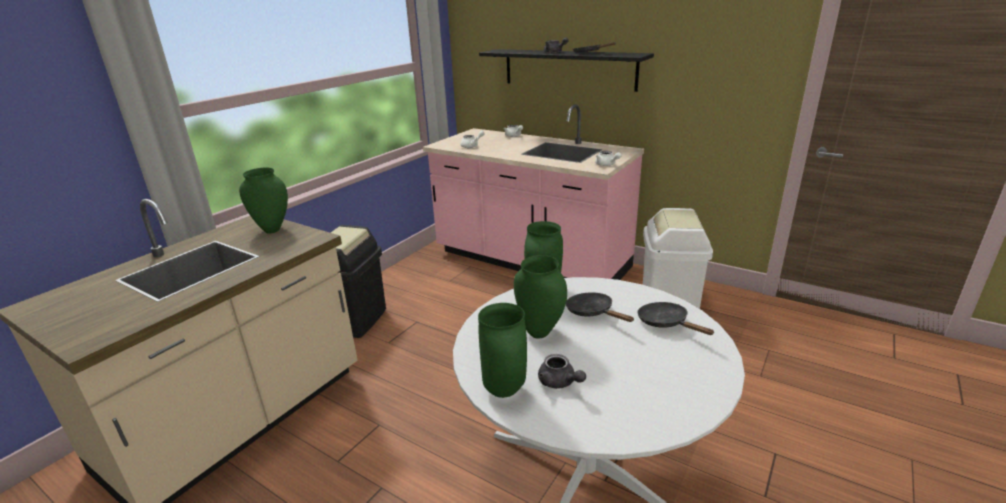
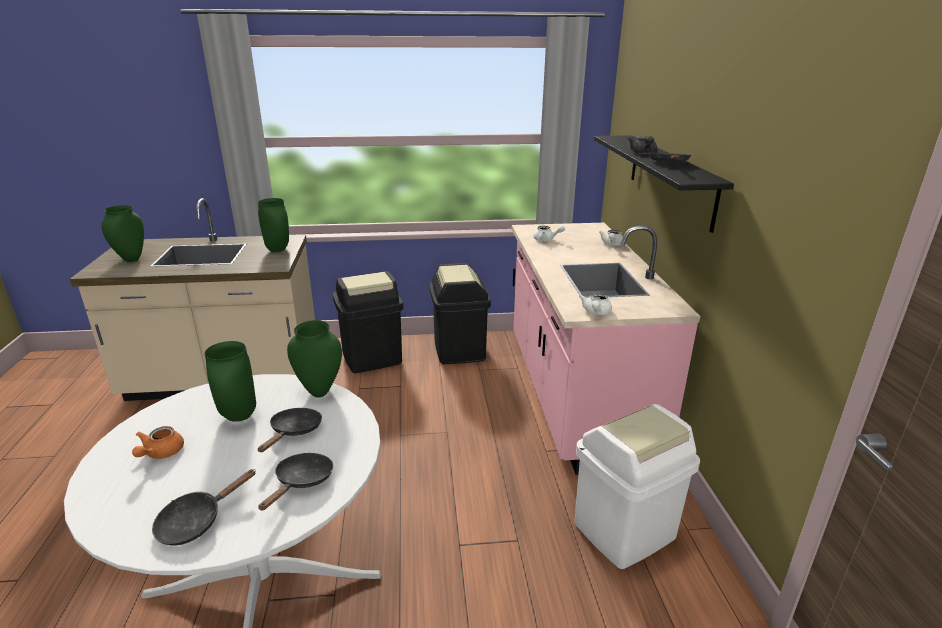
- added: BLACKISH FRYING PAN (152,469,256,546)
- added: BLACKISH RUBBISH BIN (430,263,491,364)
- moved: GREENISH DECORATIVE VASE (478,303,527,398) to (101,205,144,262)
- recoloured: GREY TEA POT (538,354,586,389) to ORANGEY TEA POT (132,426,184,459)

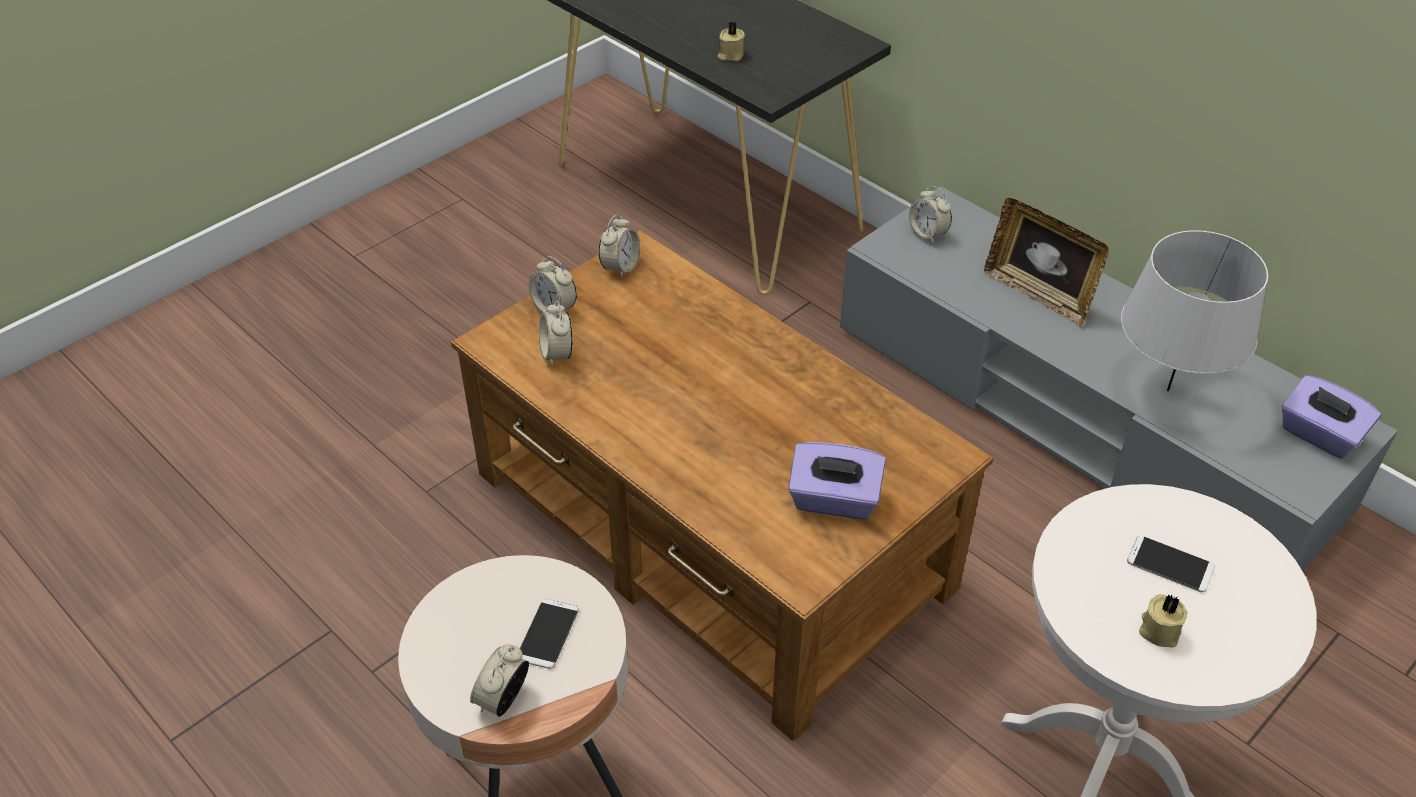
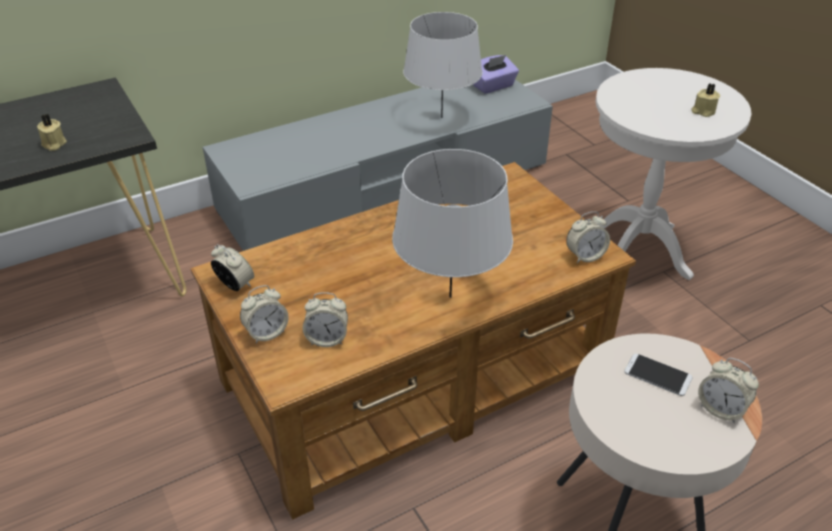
- removed: PURPLISH BOX OF TISSUES (788,442,886,519)
- removed: STANDING FRAME (984,198,1109,327)
- removed: HANDSET (1127,536,1215,592)
- added: GREY LAMP FOR A TABLE (392,149,513,298)
- moved: ALARM CLOCK (909,186,952,244) to (566,211,610,263)

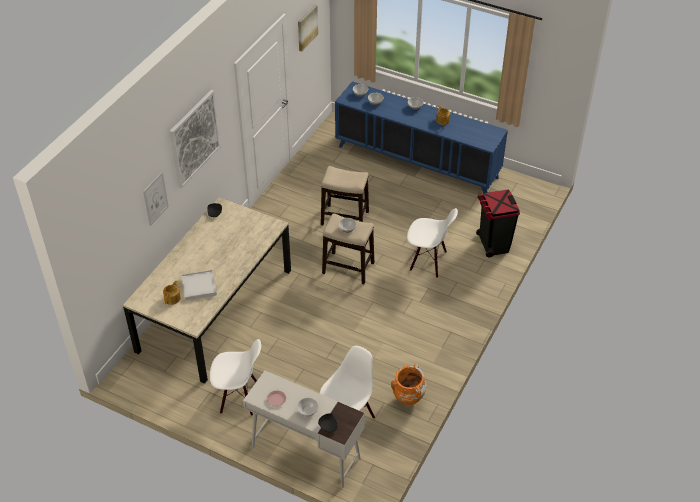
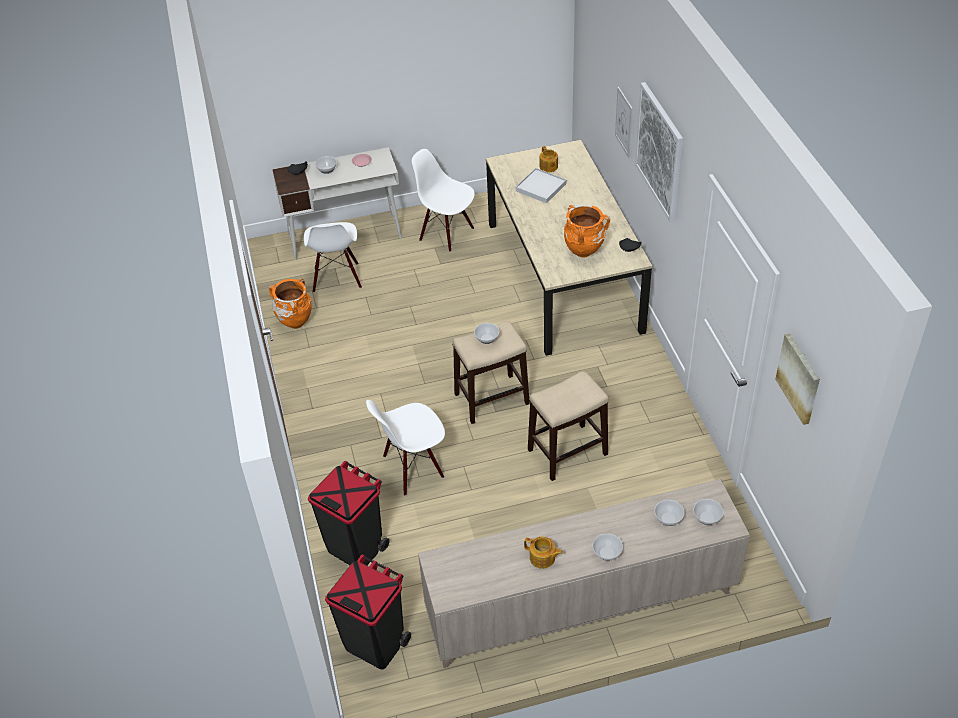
- added: BLACKISH RUBBISH BIN (325,554,411,669)
- added: ORANGEY DECORATIVE VASE (564,204,610,257)
- recoloured: BLUISH CABINET (335,81,508,194) to SAND-COLOURED CABINET (418,479,750,668)
- turned: WHITISH CHAIR (210,339,261,416) = (412,149,475,252) 75 degrees clockwise

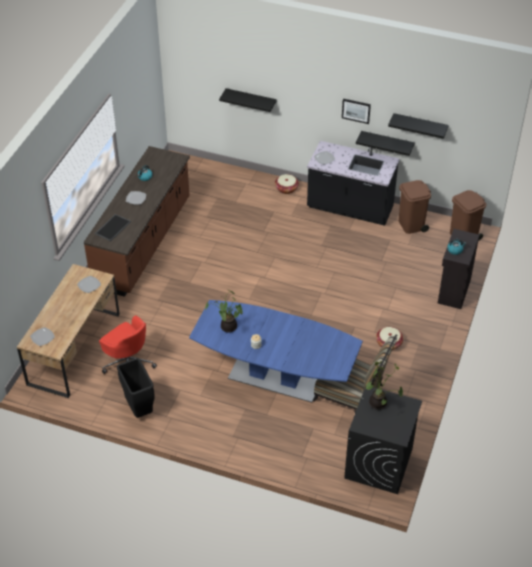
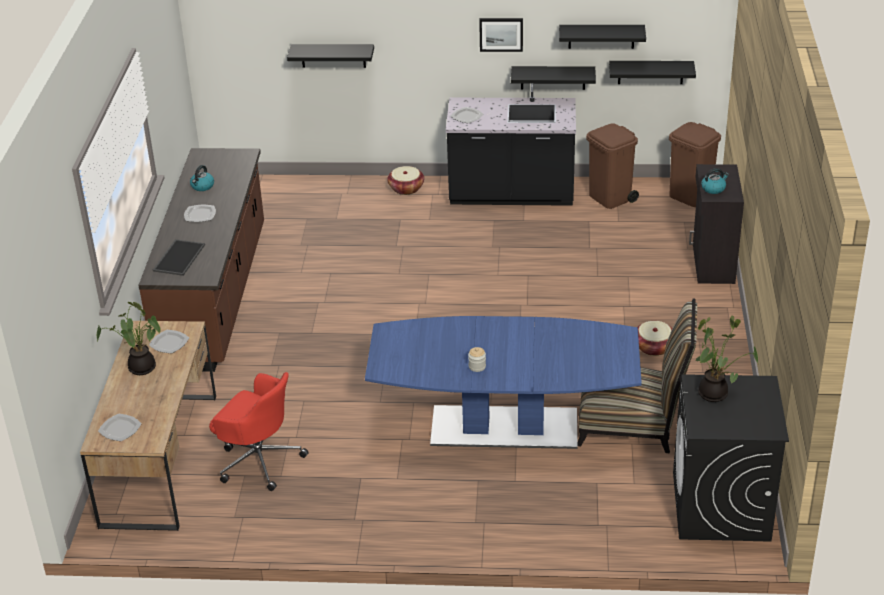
- removed: BLACKISH RUBBISH BIN (117,358,155,418)
- added: BLACKISH SHELF (609,61,696,84)
- moved: POTTED PLANT (205,289,243,332) to (97,302,161,375)

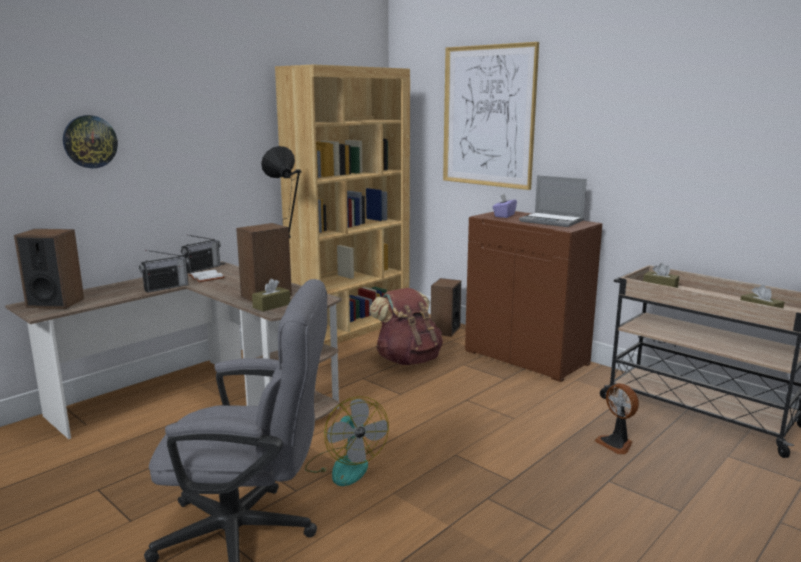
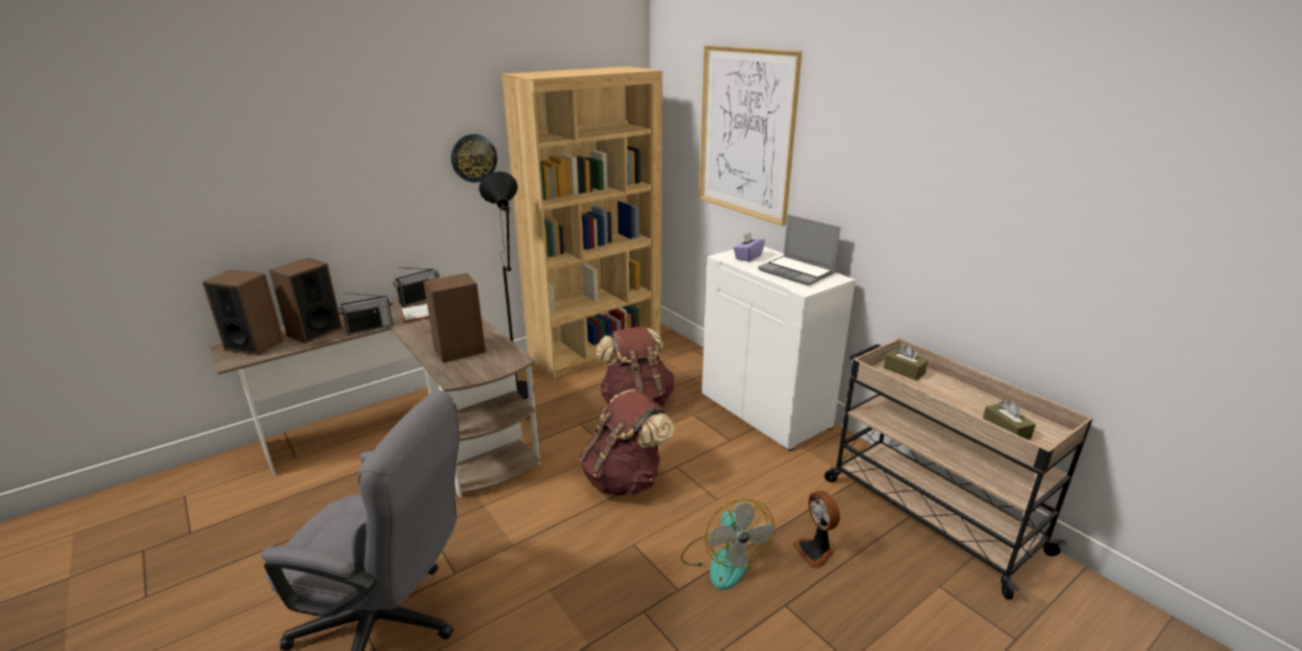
- removed: BROWN-COLOURED BOX OF TISSUES (252,279,290,312)
- added: BROWN-COLOURED RUCKSACK (579,389,674,496)
- moved: CLOCK ON THE WALL (63,115,118,168) to (451,134,497,183)
- moved: FAN (305,396,389,486) to (681,499,775,590)
- moved: AUDIO SPEAKER (431,278,461,337) to (269,258,342,344)
- recoloured: BROWN-COLOURED CABINET (465,211,603,382) to WHITISH CABINET (702,246,855,451)

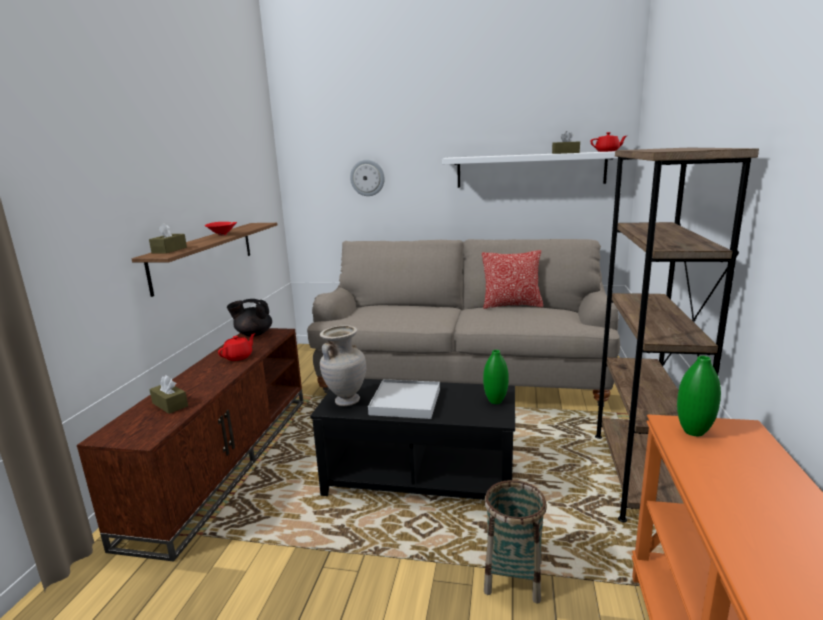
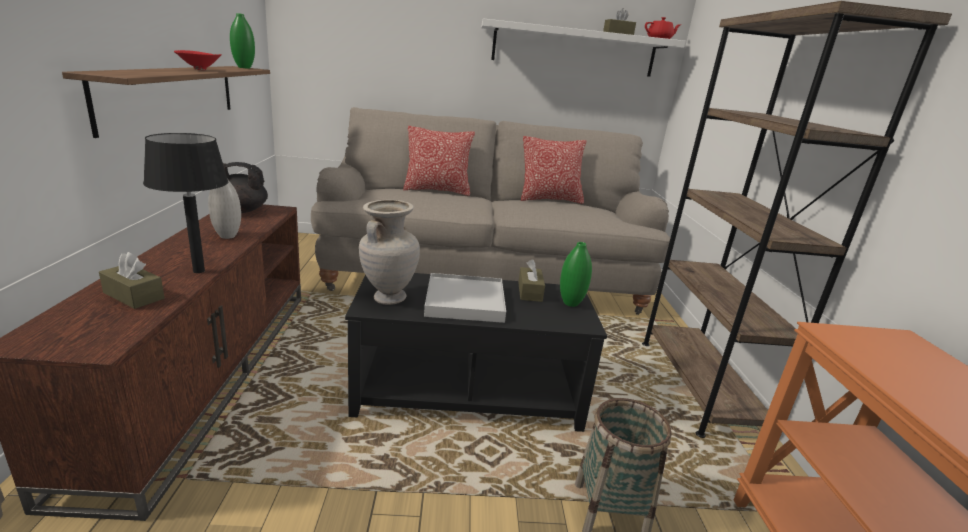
- removed: CLOCK ON THE WALL (350,160,385,196)
- added: BLACKISH LAMP FOR A TABLE (143,133,228,273)
- added: PILLOW (403,126,475,196)
- moved: BROWN-COLOURED BOX OF TISSUES (149,223,187,254) to (518,259,545,302)
- moved: GREENISH DECORATIVE VASE (677,356,721,436) to (230,13,255,69)
- replaced: RED-COLOURED TEA POT (218,333,255,361) to WHITISH DECORATIVE VASE (208,180,241,239)

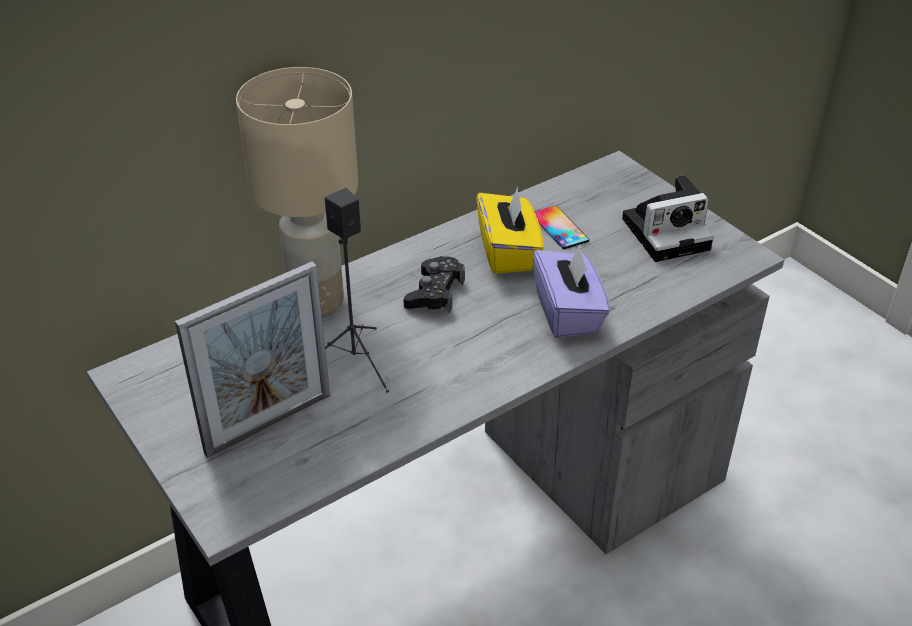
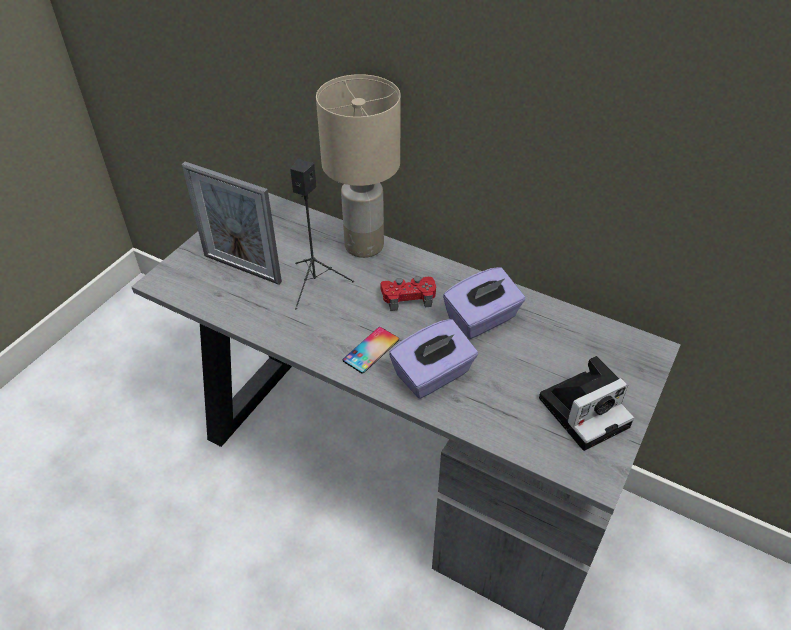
- moved: HANDSET (535,206,589,249) to (343,327,399,374)
- recoloured: BLACKISH JOYPAD (403,256,465,313) to RED-COLOURED JOYPAD (380,276,436,311)
- recoloured: YELLOW-COLOURED BOX OF TISSUES (476,187,543,274) to PURPLISH BOX OF TISSUES (443,267,525,339)
- turned: STILL CAMERA (622,175,714,262) = (539,356,634,451) 75 degrees counterclockwise

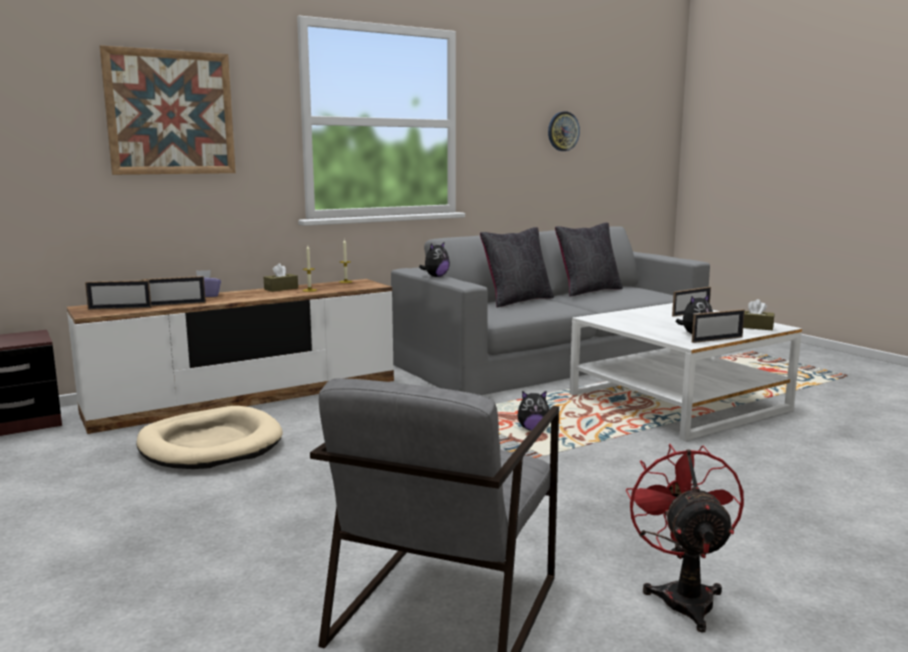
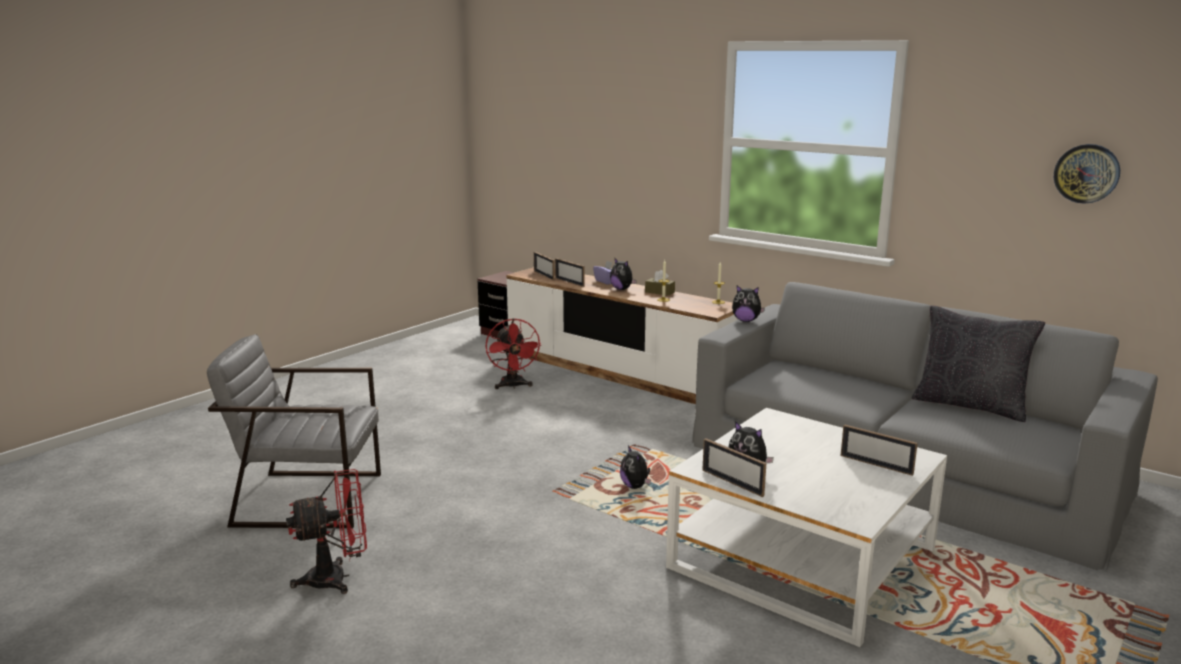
- removed: WALL ART (100,45,236,175)
- removed: BLACKISH PILLOW (480,227,554,307)
- removed: BROWN-COLOURED BOX OF TISSUES (743,299,774,330)
- added: CUDDLY TOY (610,258,637,290)
- replaced: SAND-COLOURED DOG BED (136,406,283,469) to RED-COLOURED FAN (486,318,541,389)

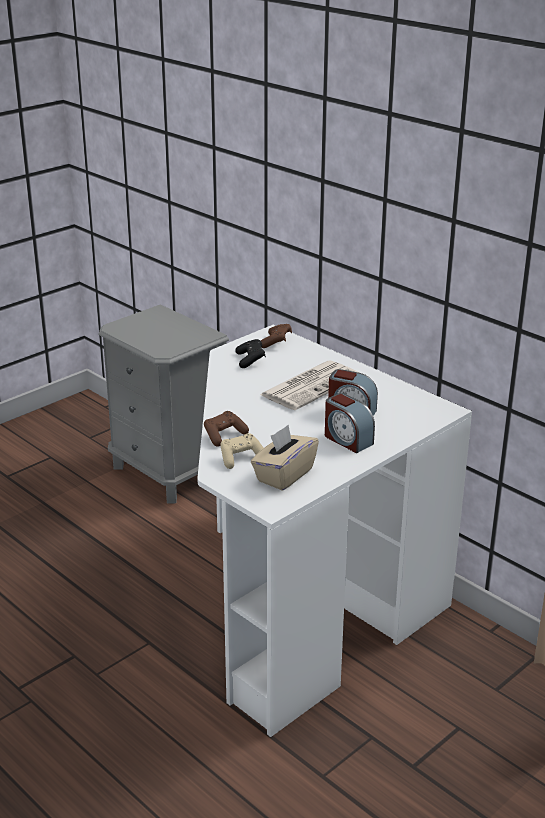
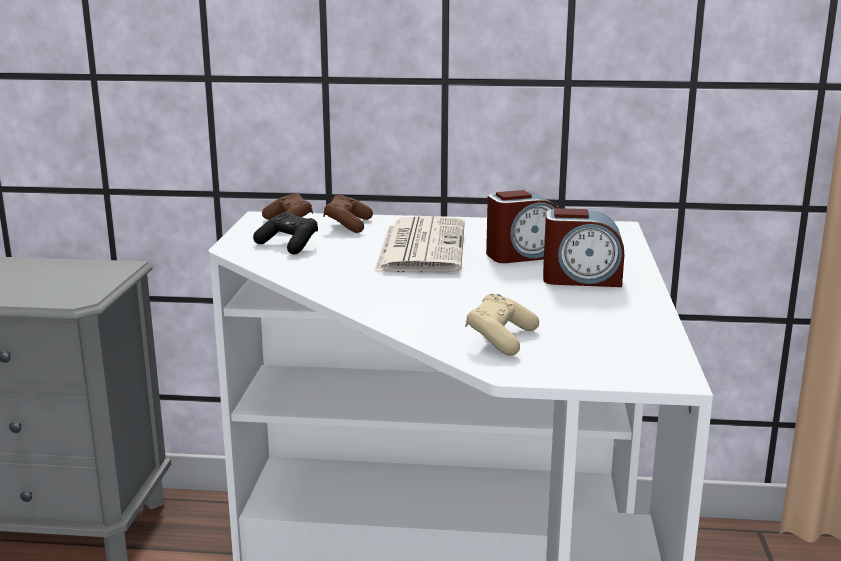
- removed: SAND-COLOURED BOX OF TISSUES (251,425,319,490)
- moved: BROWN-COLOURED JOYPAD (204,411,249,447) to (323,195,373,233)

